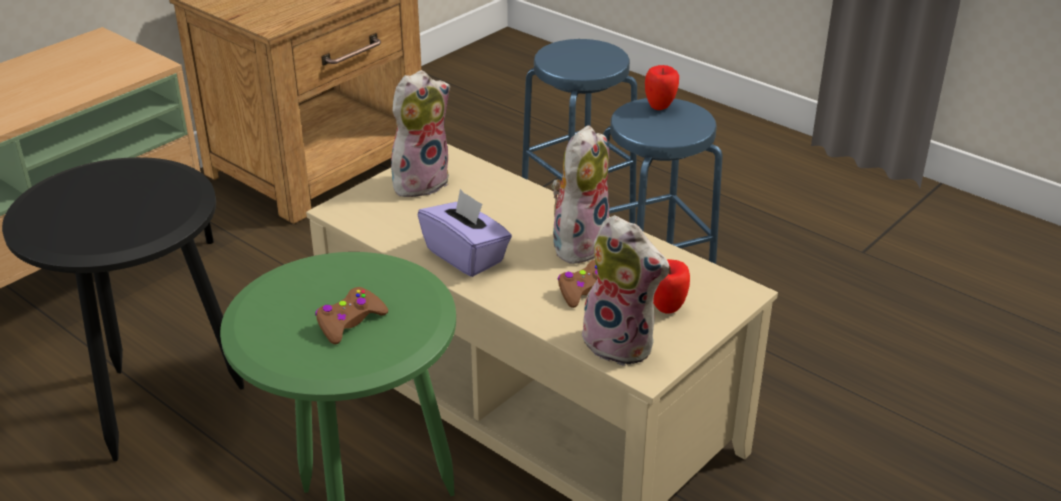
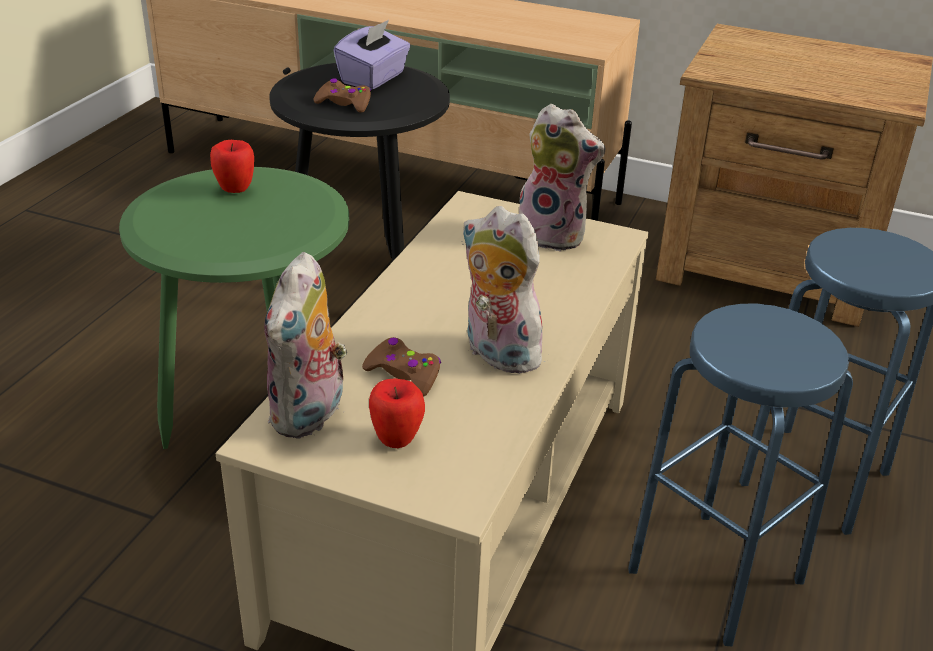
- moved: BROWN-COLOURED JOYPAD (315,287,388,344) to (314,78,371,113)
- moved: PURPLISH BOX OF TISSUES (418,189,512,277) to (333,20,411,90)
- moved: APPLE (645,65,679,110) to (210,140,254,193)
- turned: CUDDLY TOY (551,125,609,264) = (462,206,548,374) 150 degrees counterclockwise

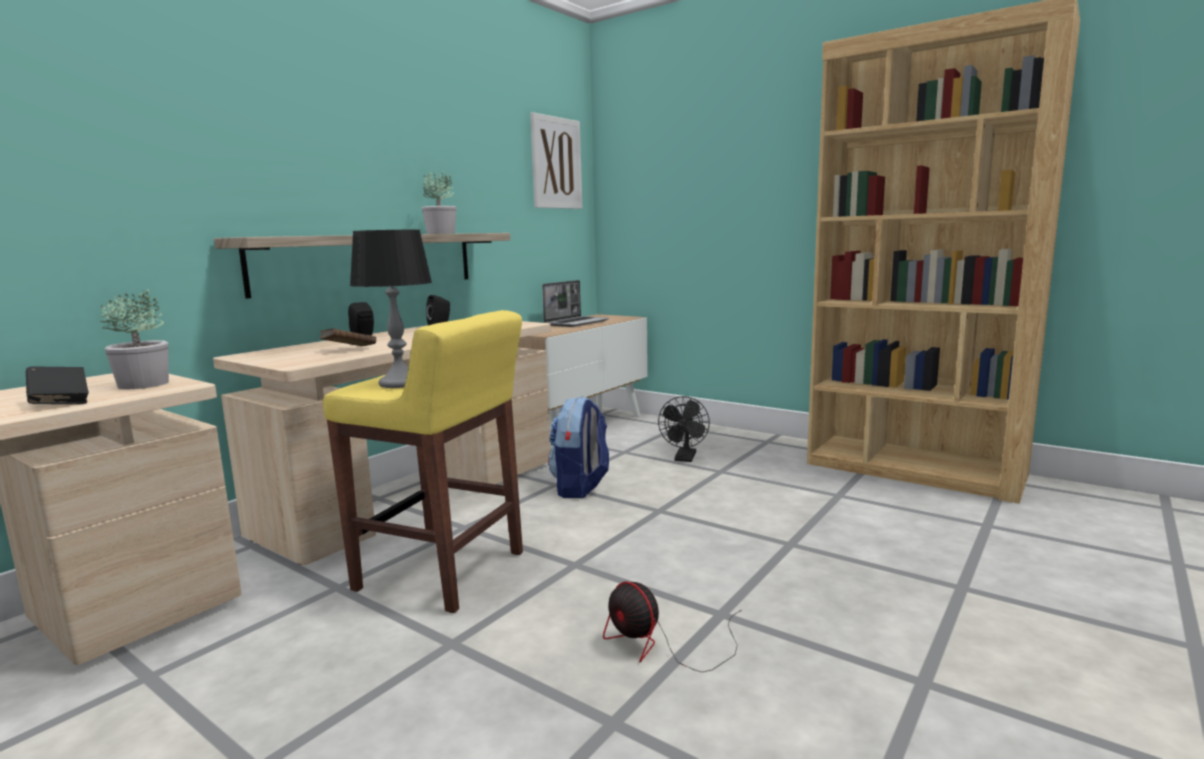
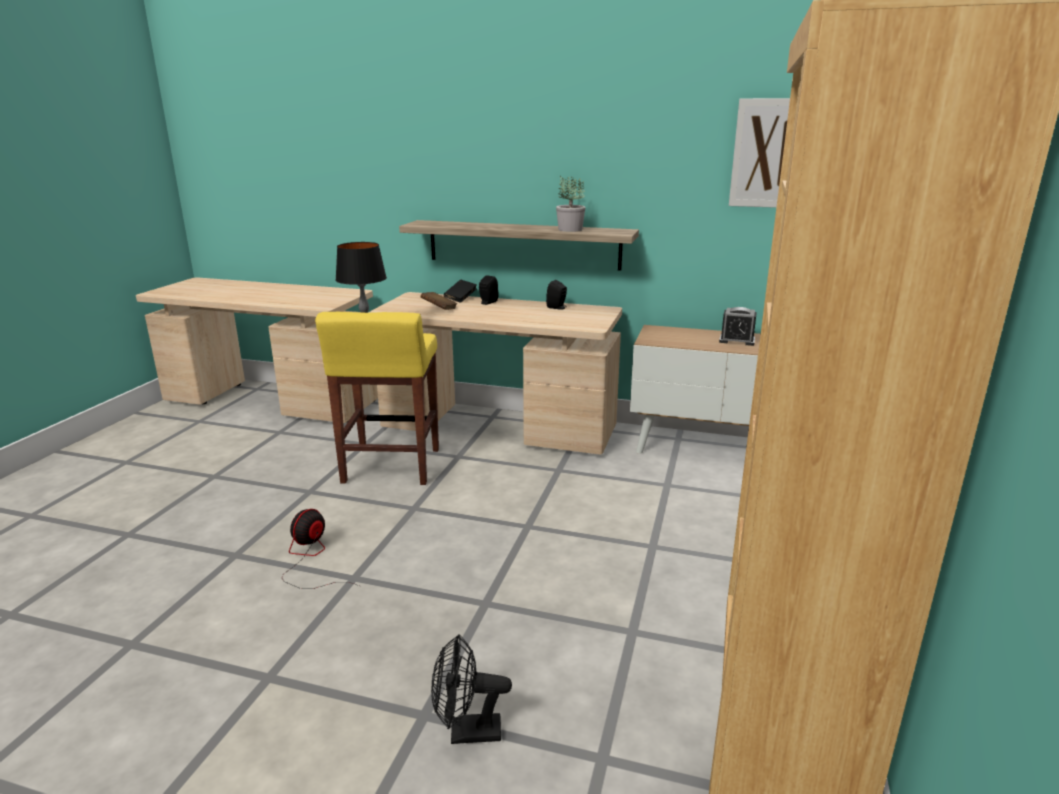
- removed: POTTED PLANT (100,289,169,389)
- removed: RUCKSACK (548,396,609,498)
- moved: BLACKISH BOOK (26,366,89,404) to (444,280,477,303)
- moved: BLACKISH FAN (658,396,710,462) to (431,634,512,744)
- replaced: PORTABLE COMPUTER (542,280,609,327) to ALARM CLOCK (719,307,757,346)

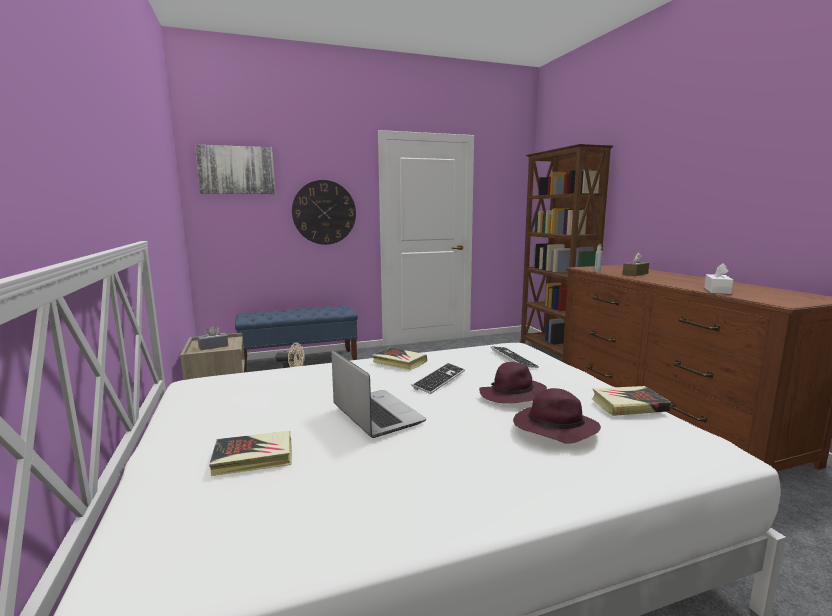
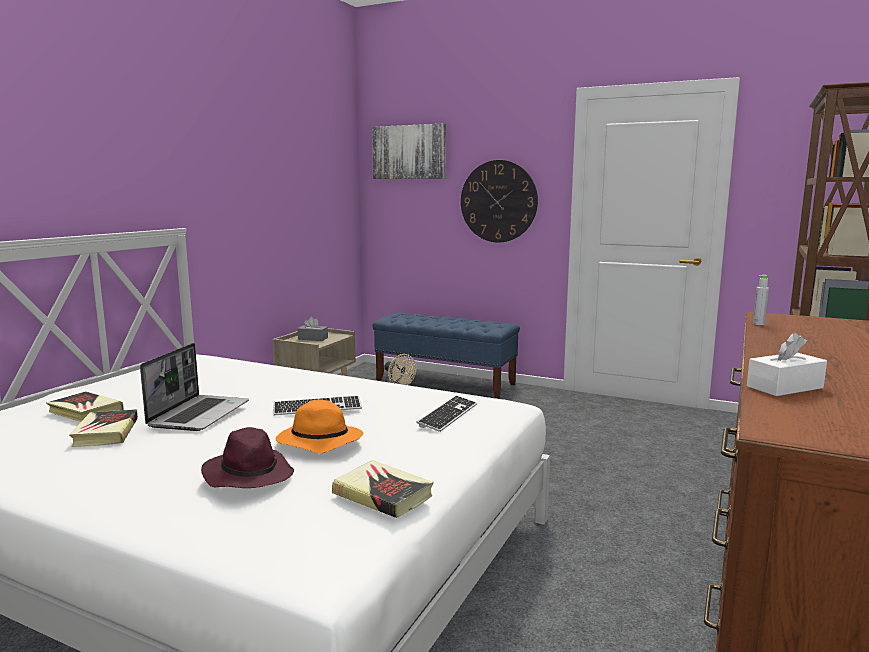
- removed: BROWN-COLOURED BOX OF TISSUES (623,252,649,276)
- moved: BOOK (372,347,427,370) to (69,409,138,447)
- recoloured: PURPLISH WEARABLE HAT (479,362,547,404) to ORANGEY WEARABLE HAT (275,400,363,453)

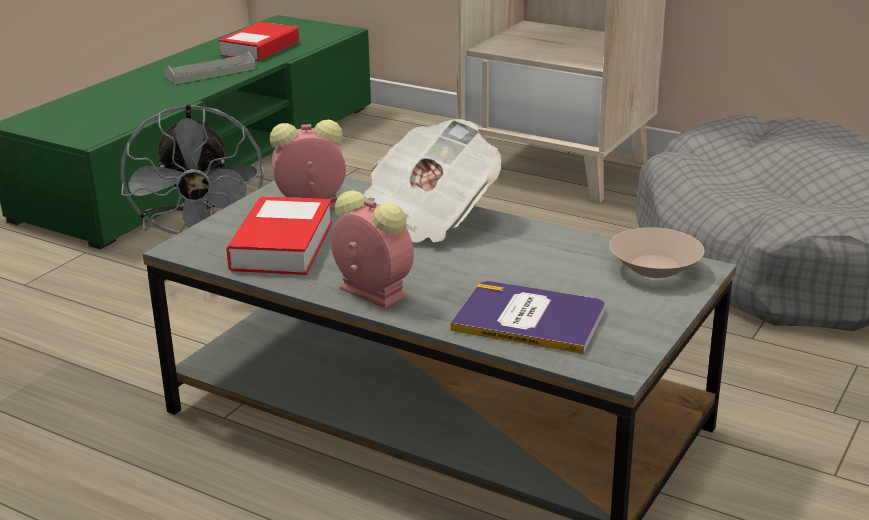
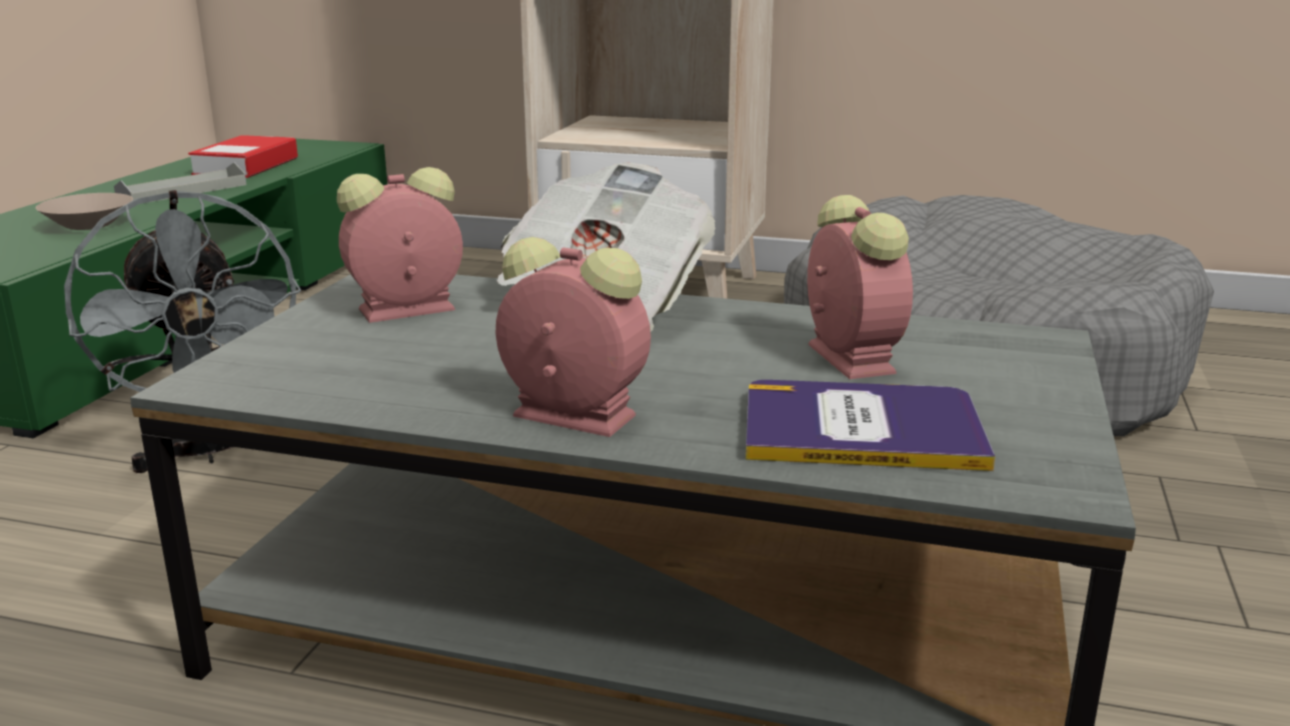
- removed: BOOK (226,196,333,275)
- added: ALARM CLOCK (807,195,913,379)
- moved: SAND-COLOURED BOWL (610,227,704,278) to (35,193,133,230)

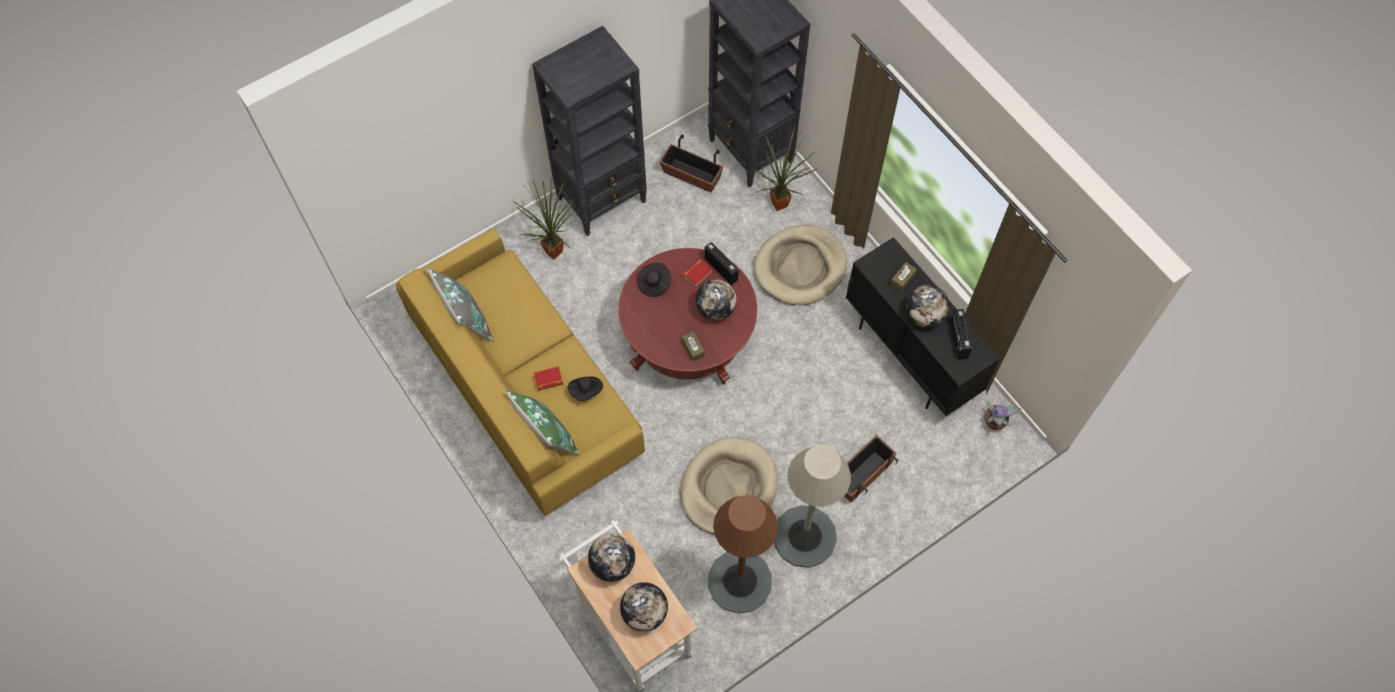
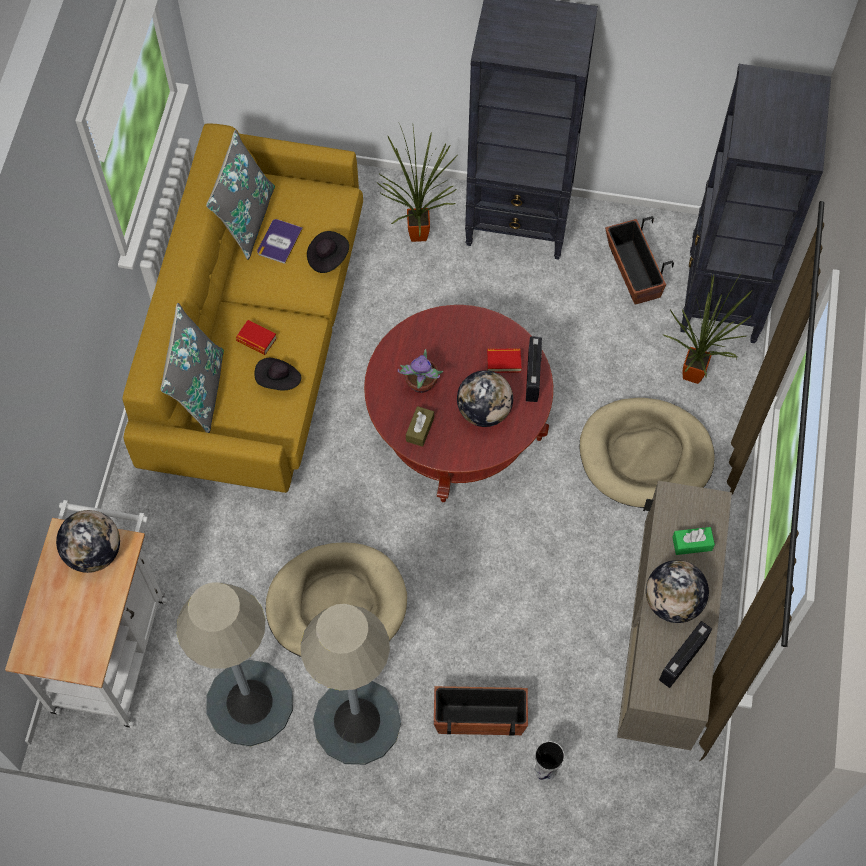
- removed: WORLD GLOBE (620,582,668,631)
- added: BOOK (257,219,303,264)
- added: DECORATIVE VASE (535,741,565,781)
- moved: BLACKISH WEARABLE HAT (638,263,671,297) to (307,231,349,273)
- moved: POTTED PLANT (985,401,1021,430) to (398,349,443,393)
- recoloured: GREENISH PILLOW (505,390,579,455) to GREY PILLOW (160,303,224,433)
- recoloured: BROWN-COLOURED STANDARD LAMP (708,495,778,614) to GREY STANDARD LAMP (176,583,293,746)
- recoloured: BLACKISH CABINET (846,237,1000,416) to SAND-COLOURED CABINET (617,481,732,750)
- recoloured: BROWN-COLOURED BOX OF TISSUES (890,262,917,292) to GREENISH BOX OF TISSUES (672,527,715,555)

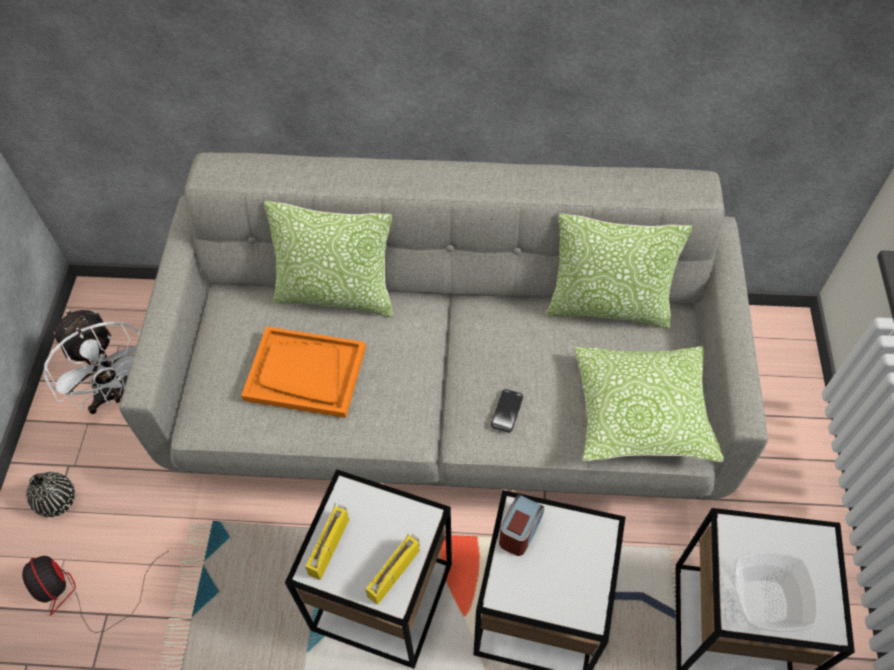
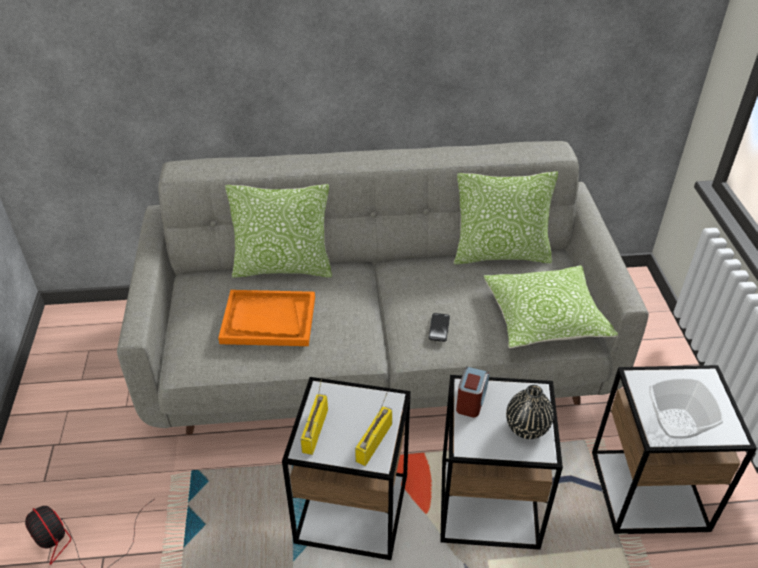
- removed: WHITISH FAN (43,310,140,414)
- moved: BLACKISH DECORATIVE VASE (26,472,75,517) to (506,385,554,439)

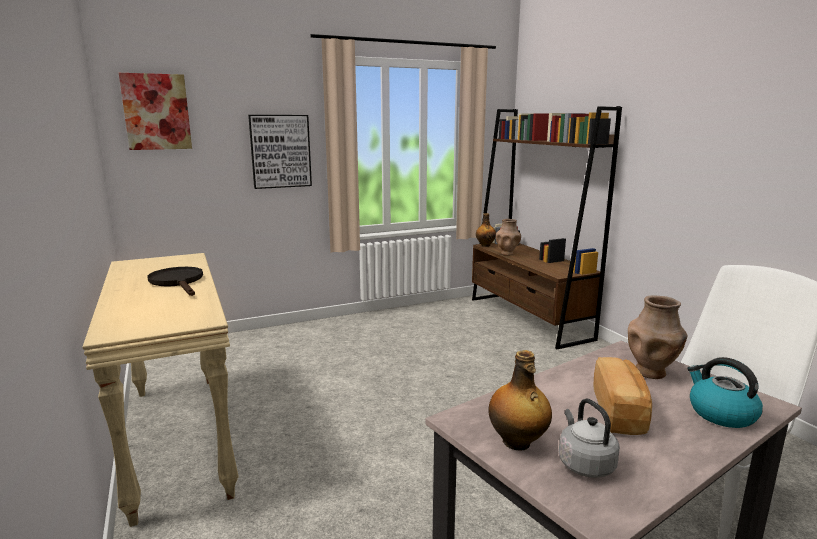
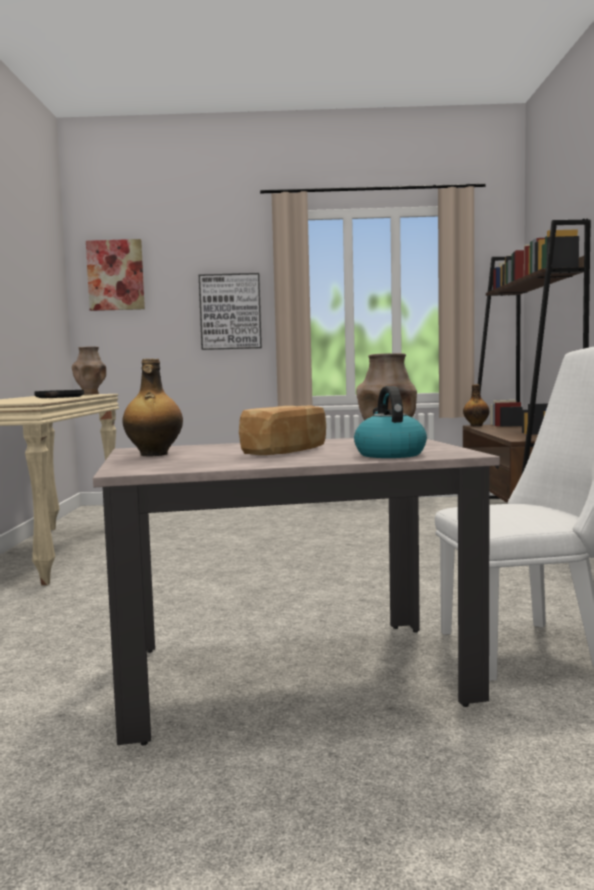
- removed: GREY KETTLE (559,399,620,478)
- moved: BROWN-COLOURED DECORATIVE VASE (496,219,521,256) to (72,346,106,395)

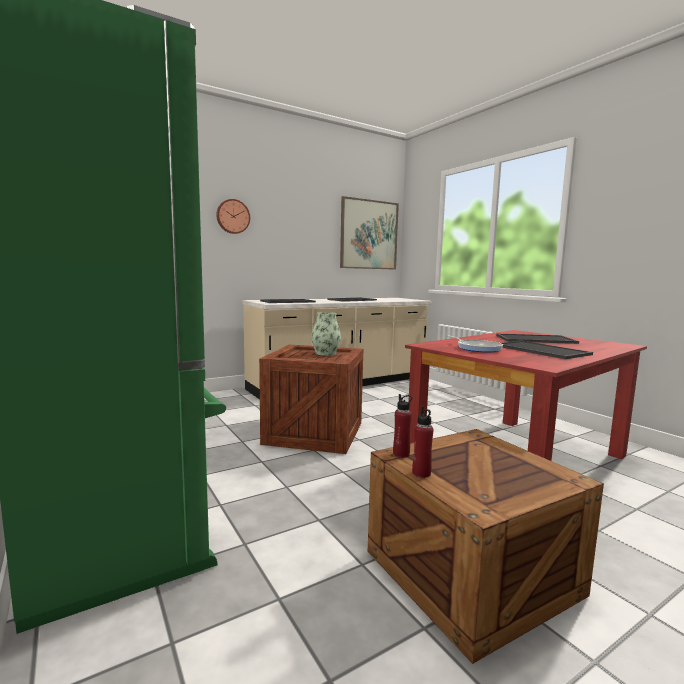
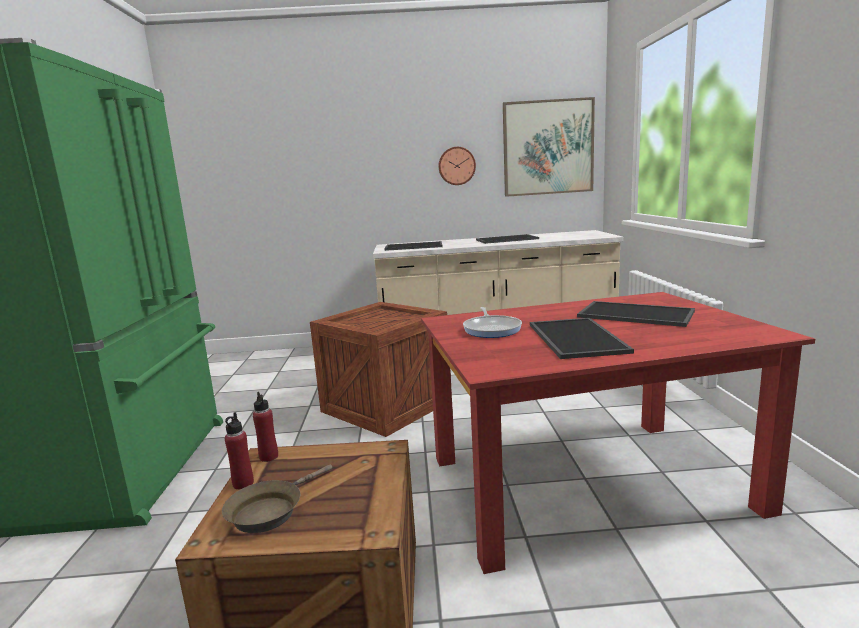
- removed: DECORATIVE VASE (311,312,341,356)
- added: BROWN-COLOURED FRYING PAN (222,465,332,533)
- moved: CLOCK ON THE WALL (216,199,250,234) to (438,147,476,185)

